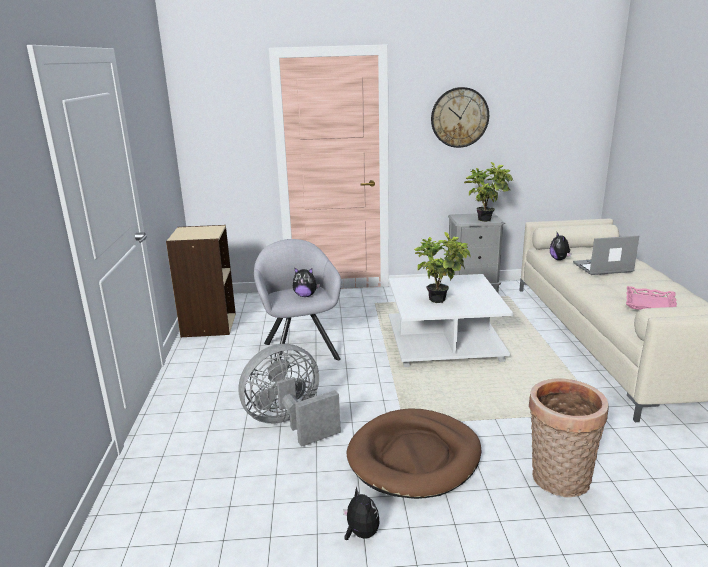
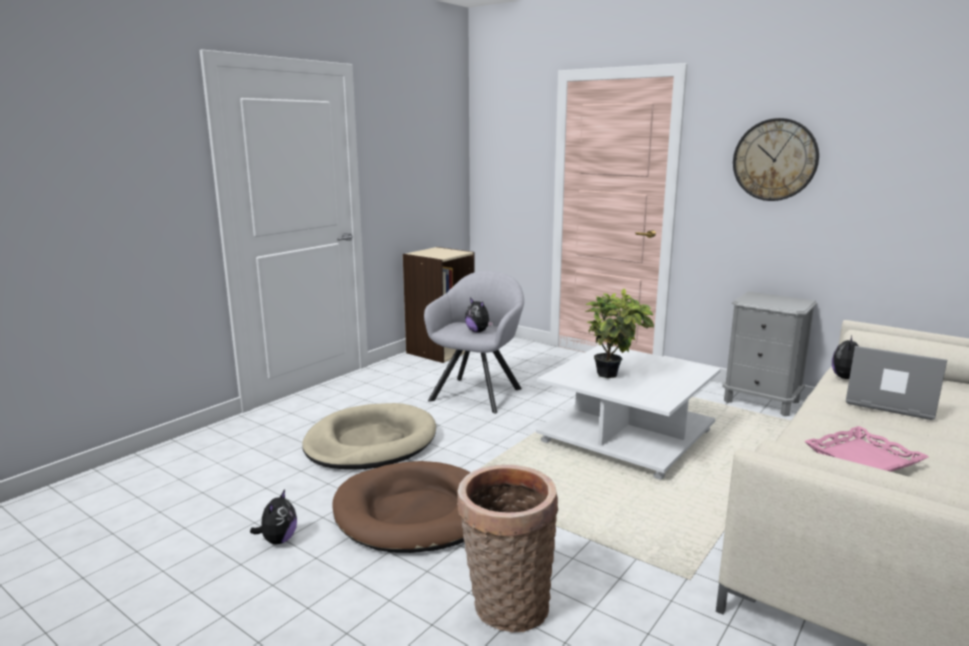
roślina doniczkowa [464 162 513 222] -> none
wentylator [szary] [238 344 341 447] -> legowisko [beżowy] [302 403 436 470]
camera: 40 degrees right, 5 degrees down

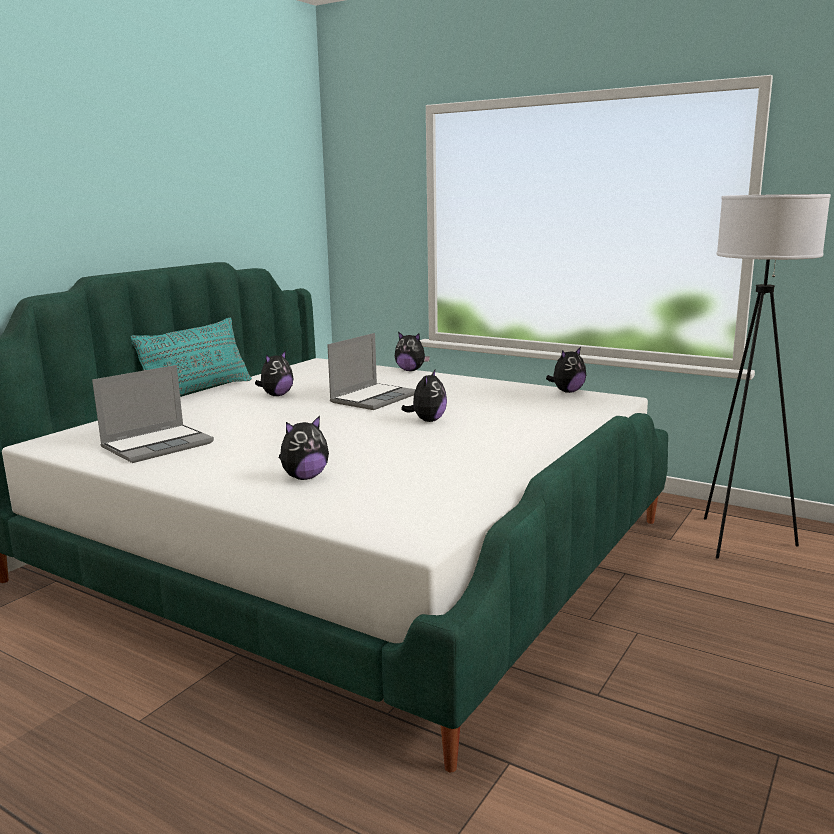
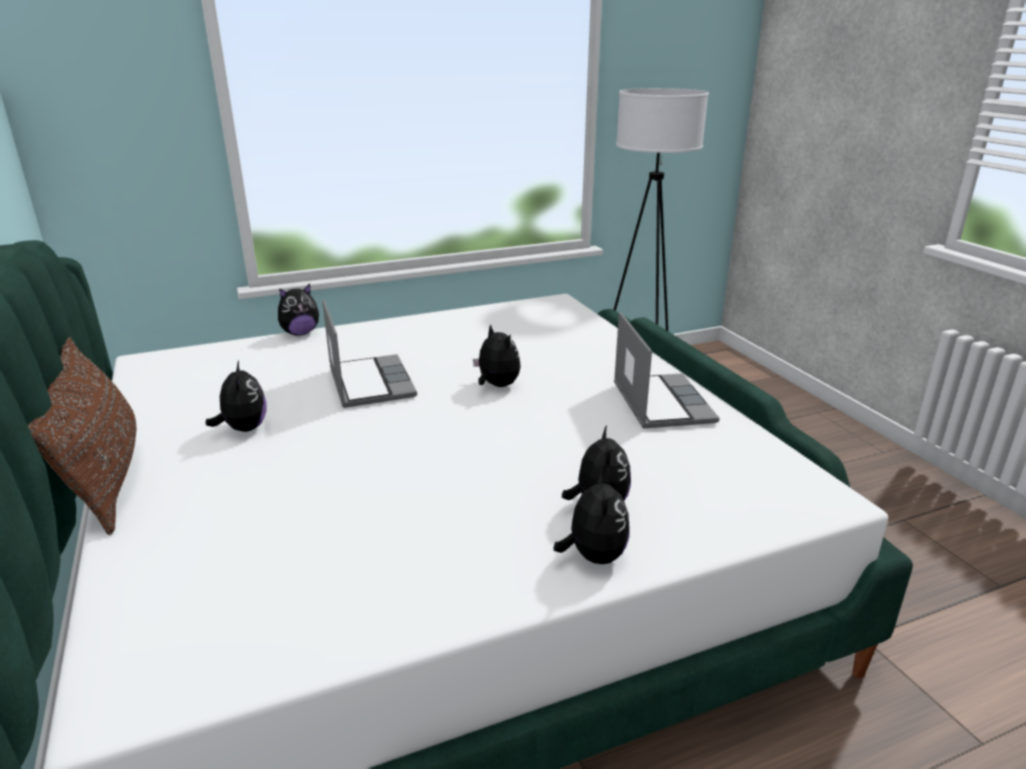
poduszka [turkusowy] [131 318 252 395] -> poduszka [brązowy] [28 337 136 535]
pluszak [546 347 586 393] -> pluszak [553 469 630 564], move
laptop [92 365 214 463] -> laptop [614 312 720 429], move
camera: 55 degrees left, 10 degrees up

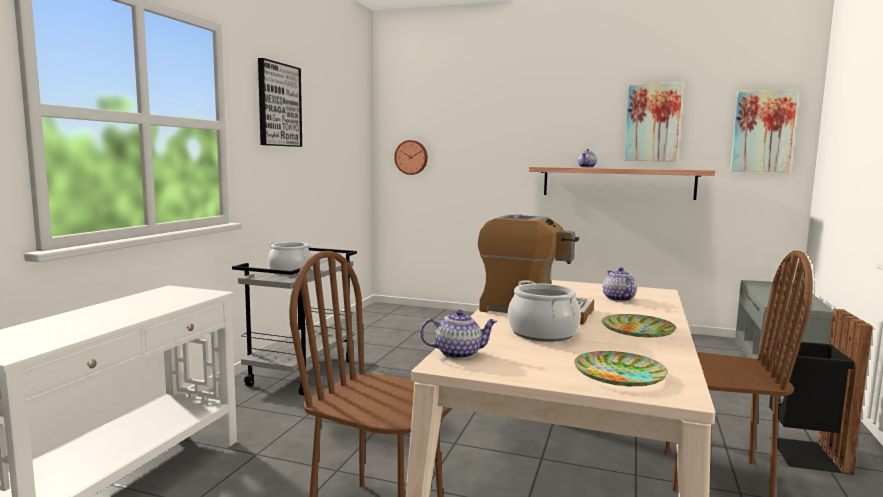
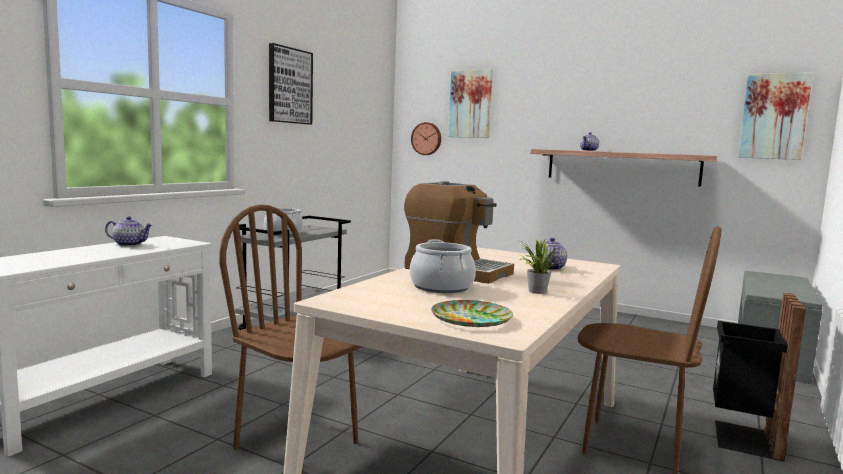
obraz [624 83 683 161] -> obraz [448 69 493 138], move
imbryk [420 309 498 359] -> imbryk [105 216 152 246], move
talerz [602 314 676 338] -> roślina doniczkowa [519 239 558 294]
camera: 10 degrees right, 0 degrees up

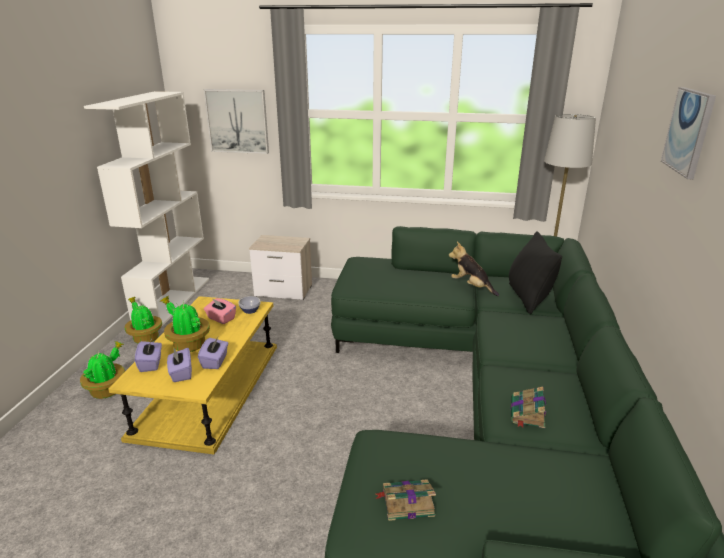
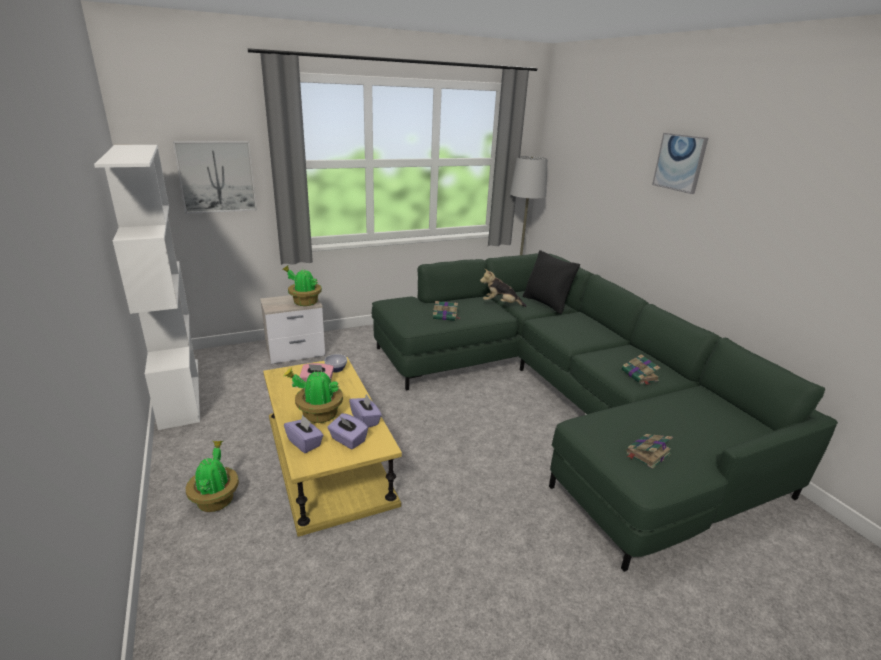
roślina doniczkowa [125 297 162 344] -> roślina doniczkowa [282 266 322 306], move
none -> książka [433 301 460 321]
camera: 35 degrees left, 0 degrees up

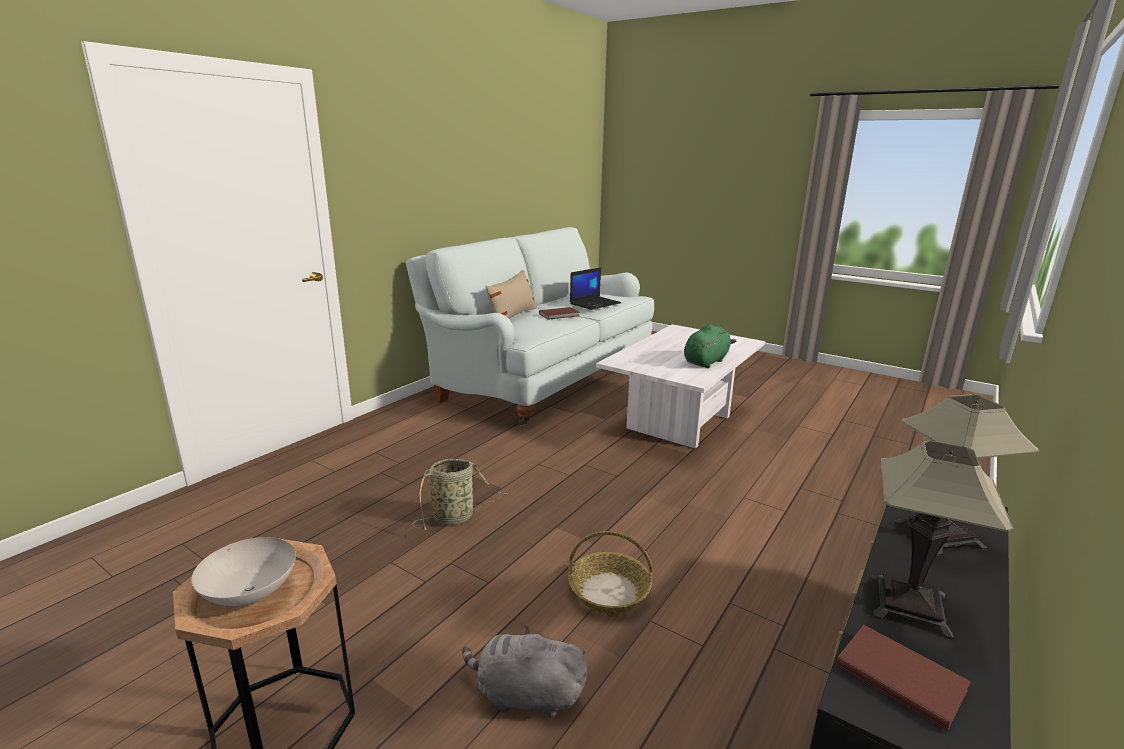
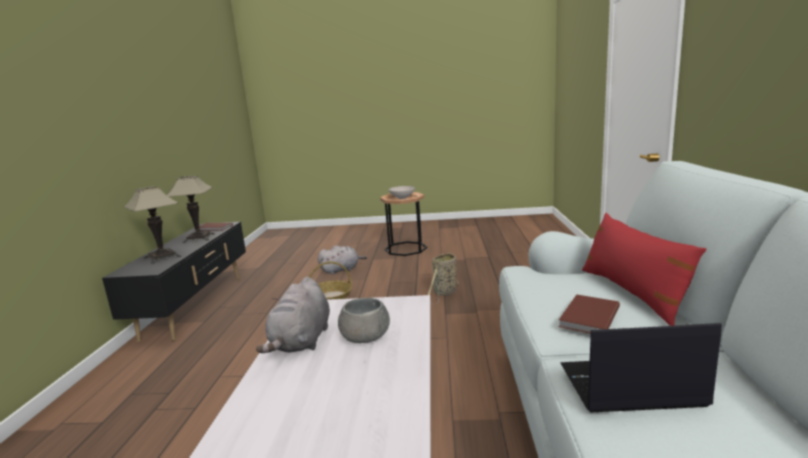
laptop [570 268 622 310] -> laptop [561 323 722 412], 75 degrees clockwise
poduszka [beżowy] [485 270 537 319] -> poduszka [czerwony] [582 213 706 326]
pluszak [zielony] [684 324 736 368] -> pluszak [szary] [256 277 330 353]
none -> miska [szary] [338 298 390 343]
camera: 150 degrees right, 5 degrees down

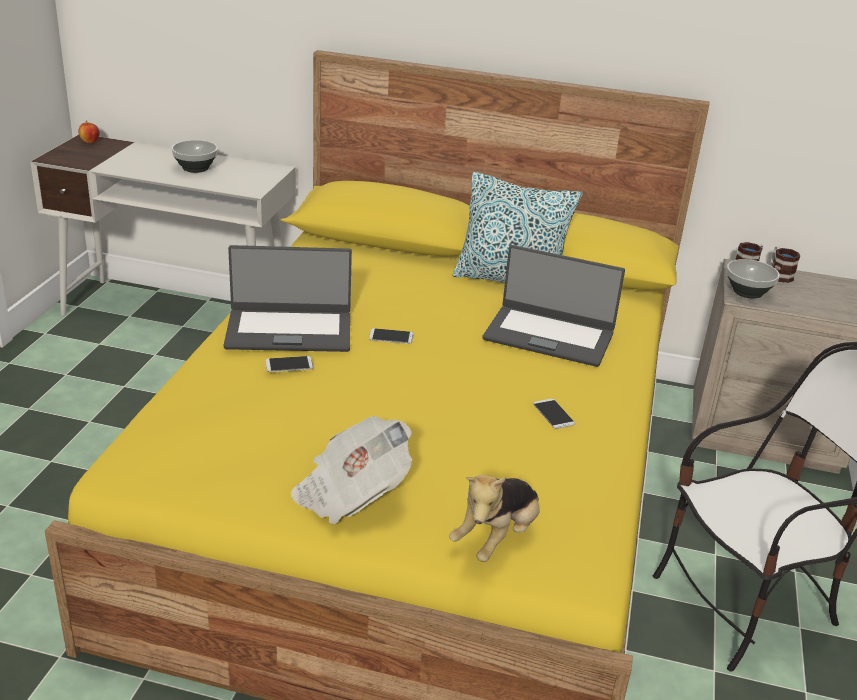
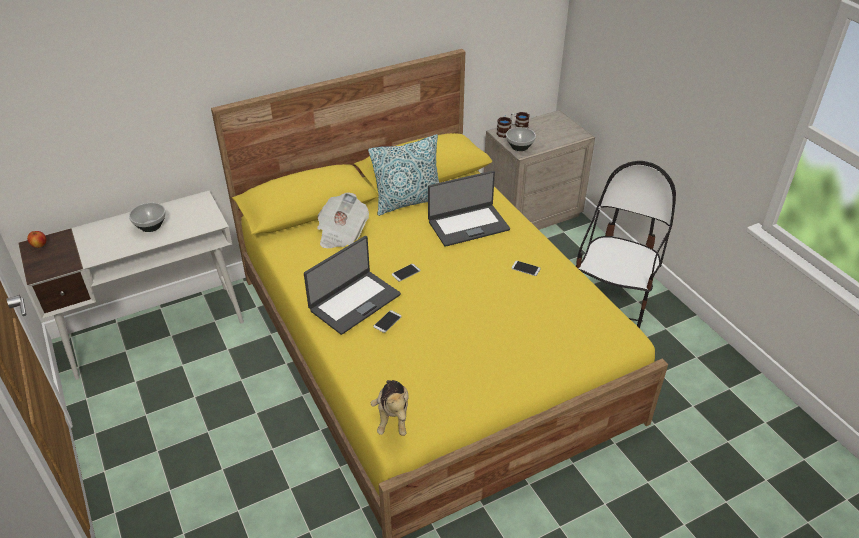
gazeta [291 416 412 524] -> gazeta [317 192 369 248], move
pluszak [449 475 540 562] -> pluszak [371 380 409 436], move
camera: 40 degrees left, 10 degrees up

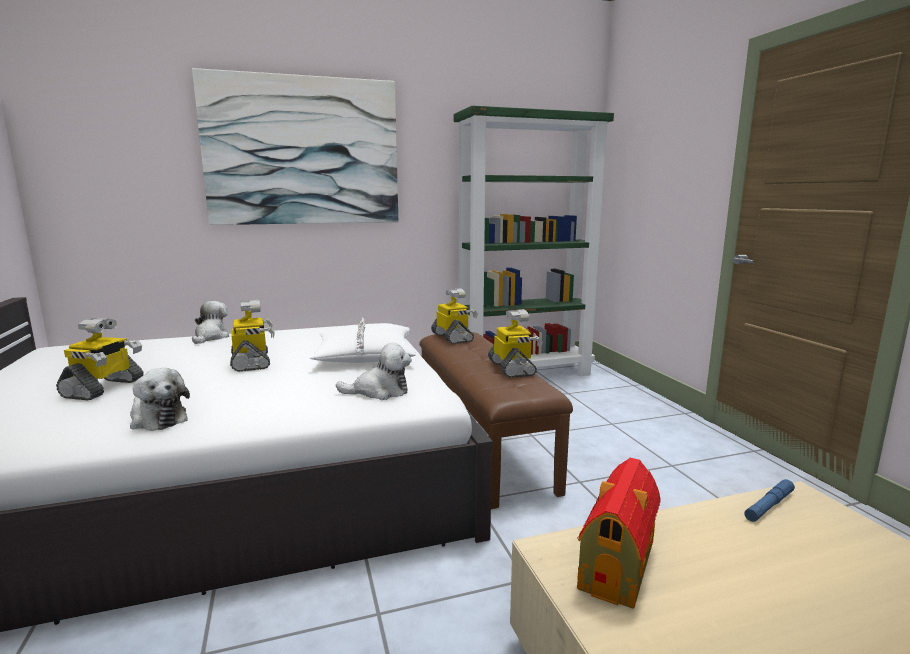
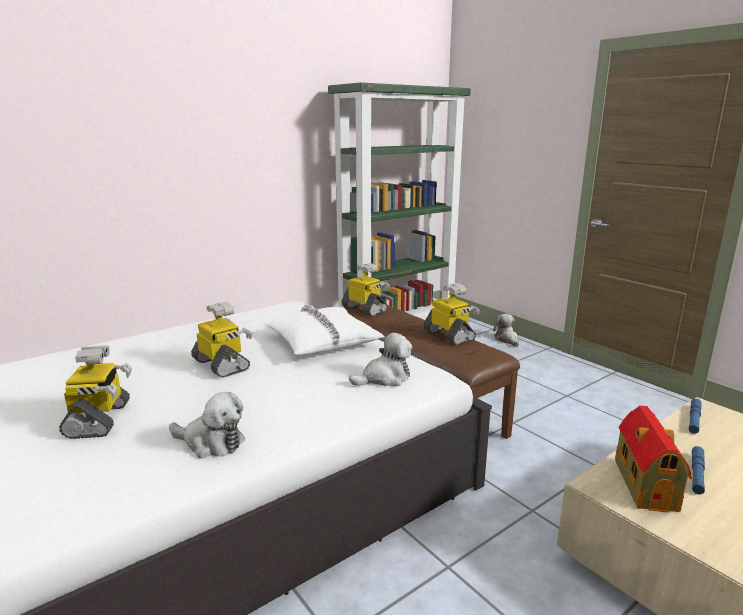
obraz [192 68 398 225] -> none
pluszak [192 301 229 344] -> pluszak [493 314 519 347], move
none -> latarka [niebieski] [692 446 705 494]
camera: 20 degrees left, 5 degrees up

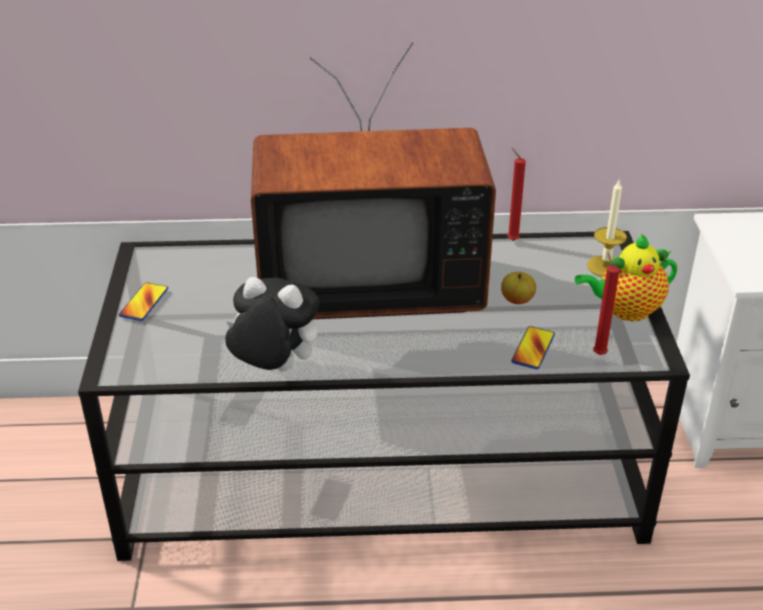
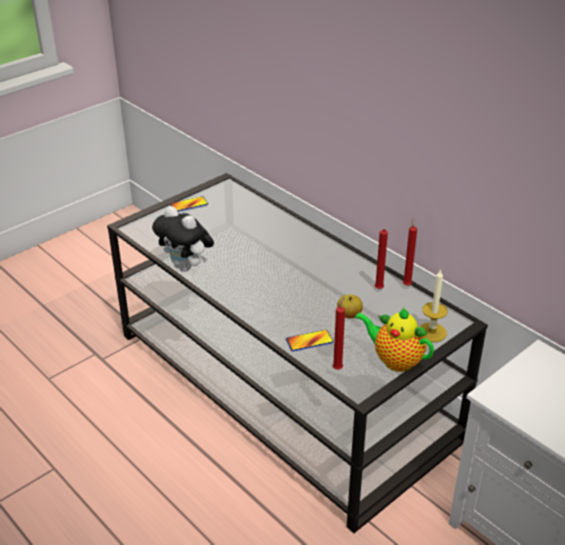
telewizor [251 43 496 319] -> none
pluszak [225 277 320 371] -> pluszak [152 206 214 272], 150 degrees clockwise
none -> świeca [czerwony] [375 229 388 289]
camera: 50 degrees right, 0 degrees up

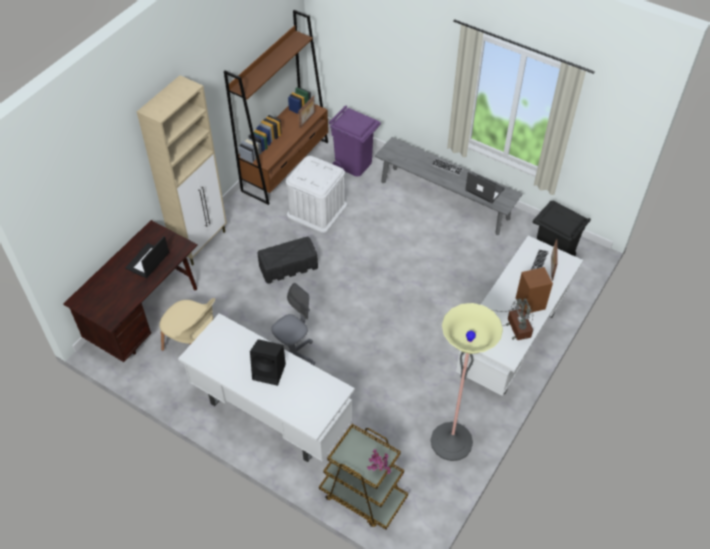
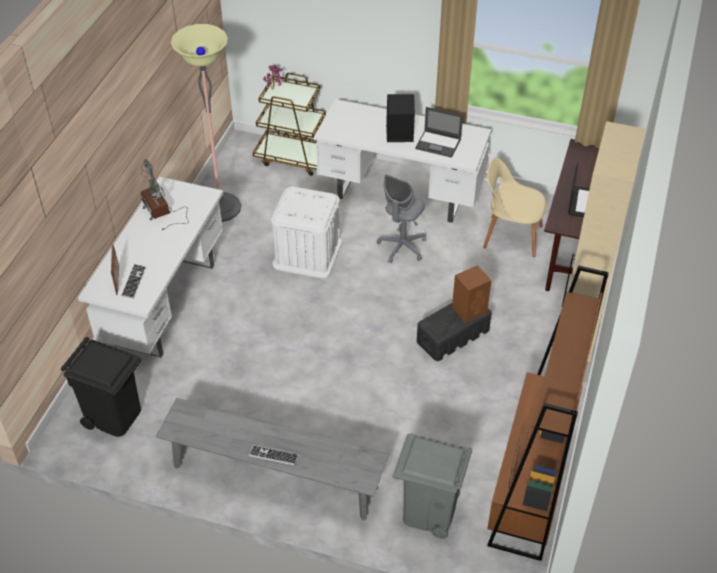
kosz na śmieci [fioletowy] [329 106 381 177] -> kosz na śmieci [szary] [393 433 472 539]
pojemnik do przechowywania [biały] [286 156 347 233] -> pojemnik do przechowywania [biały] [271 186 342 278], move
laptop [465 172 505 204] -> laptop [415 107 463 158], move
głośnik [brązowy] [516 267 553 313] -> głośnik [brązowy] [452 265 492 323], move
camera: 165 degrees right, 5 degrees down

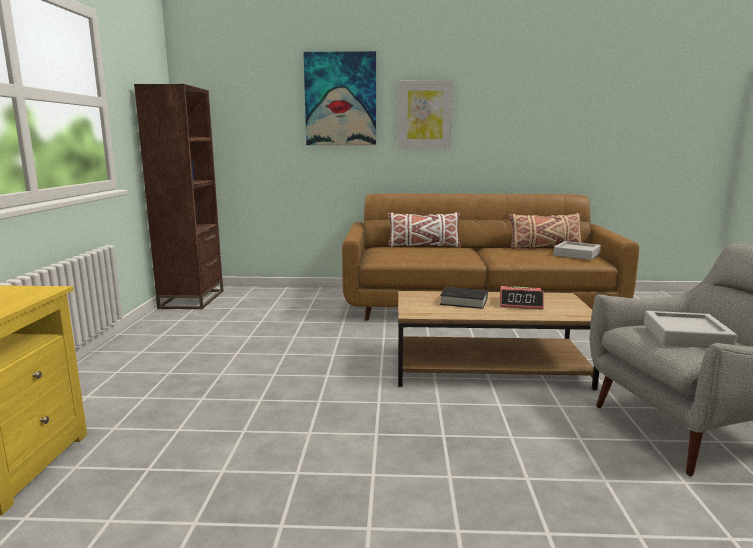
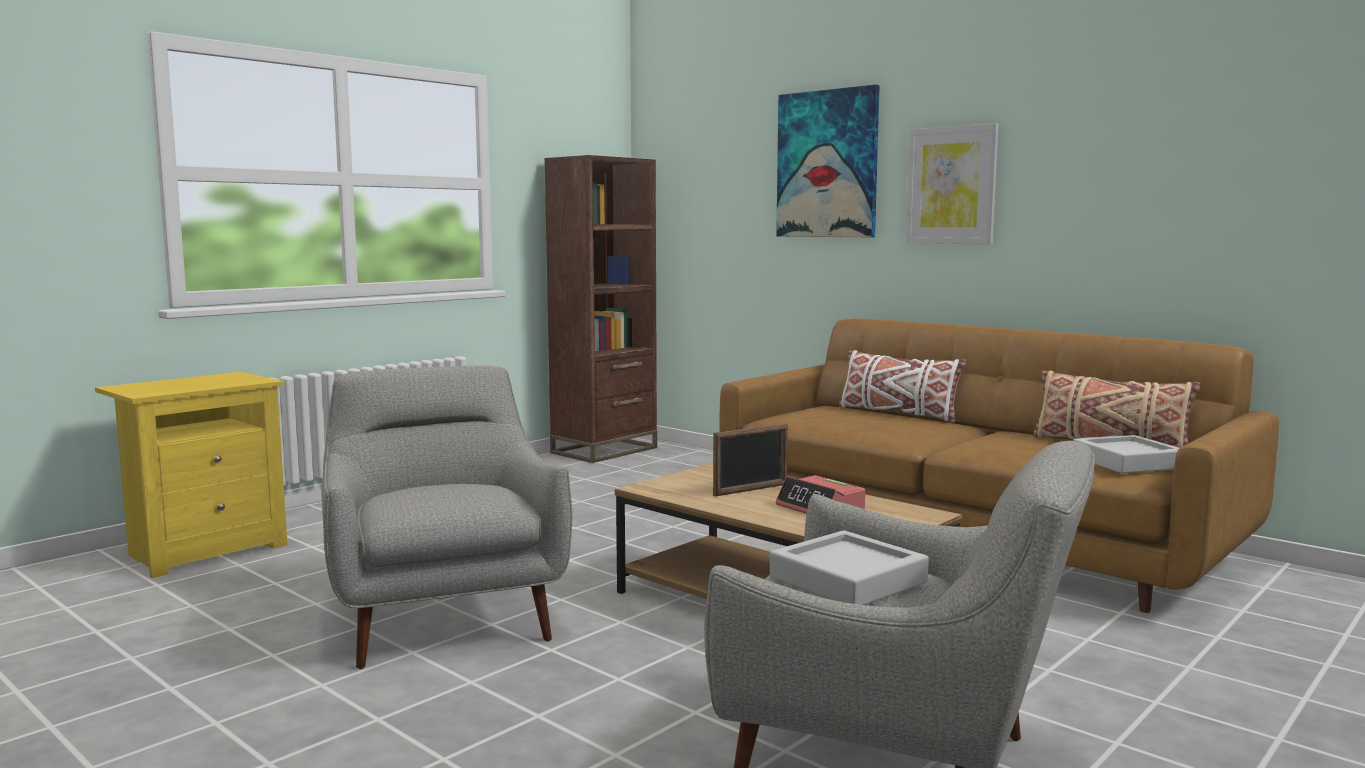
książka [czarny] [440 287 488 309] -> ramka na zdjęcie [713 424 788 497]
none -> fotel [szary] [321 365 573 669]
camera: 40 degrees right, 5 degrees down

